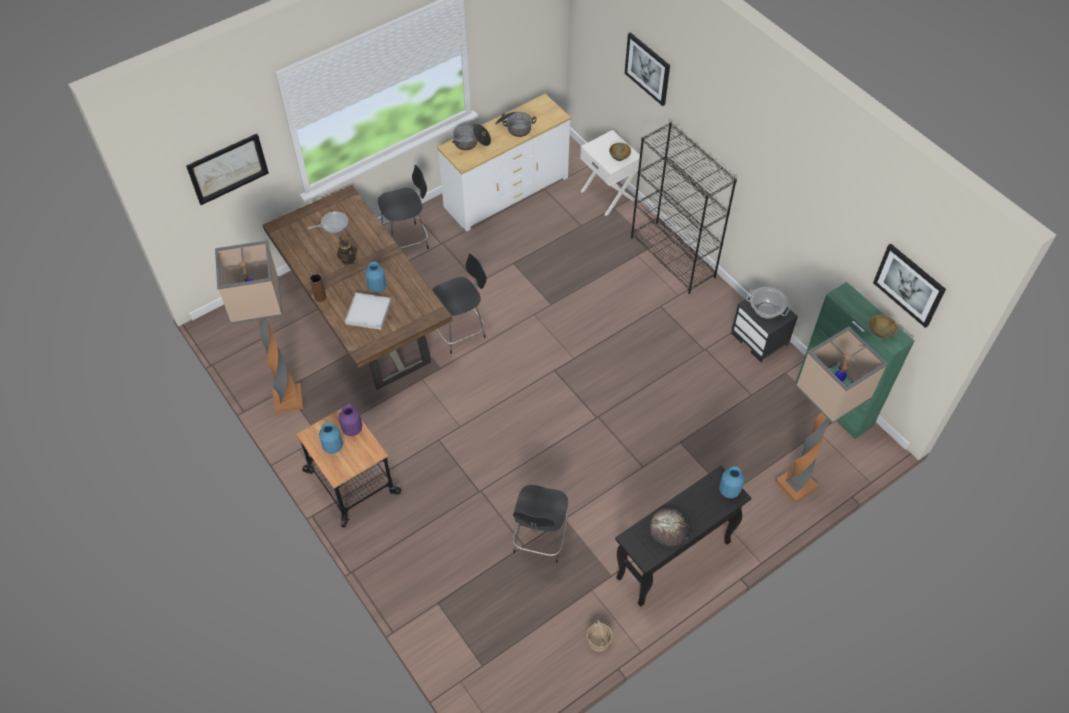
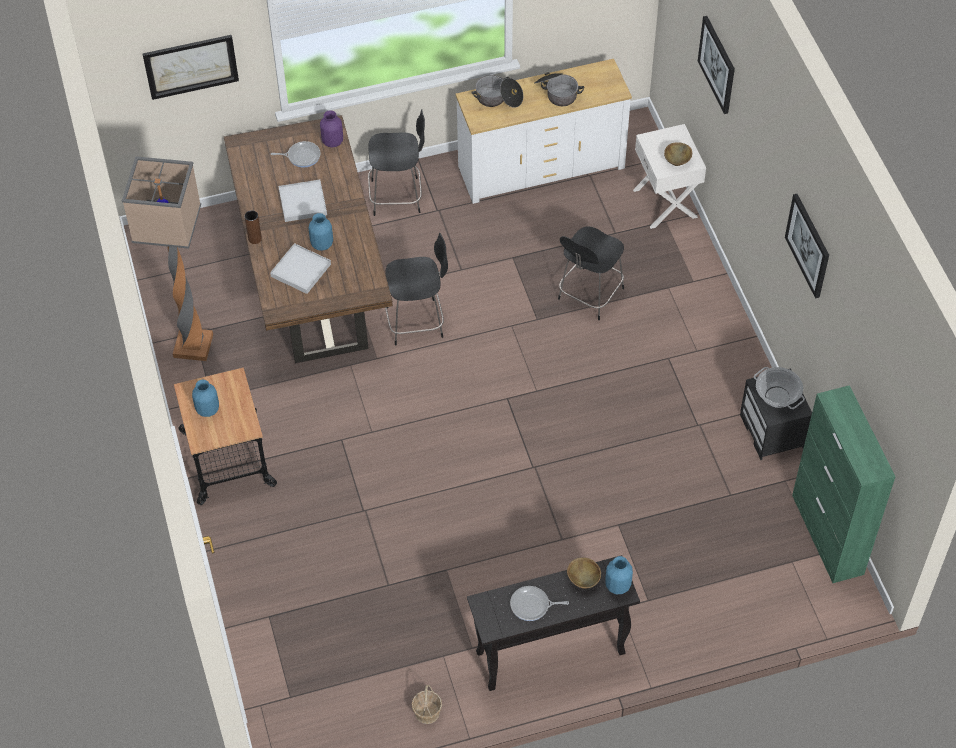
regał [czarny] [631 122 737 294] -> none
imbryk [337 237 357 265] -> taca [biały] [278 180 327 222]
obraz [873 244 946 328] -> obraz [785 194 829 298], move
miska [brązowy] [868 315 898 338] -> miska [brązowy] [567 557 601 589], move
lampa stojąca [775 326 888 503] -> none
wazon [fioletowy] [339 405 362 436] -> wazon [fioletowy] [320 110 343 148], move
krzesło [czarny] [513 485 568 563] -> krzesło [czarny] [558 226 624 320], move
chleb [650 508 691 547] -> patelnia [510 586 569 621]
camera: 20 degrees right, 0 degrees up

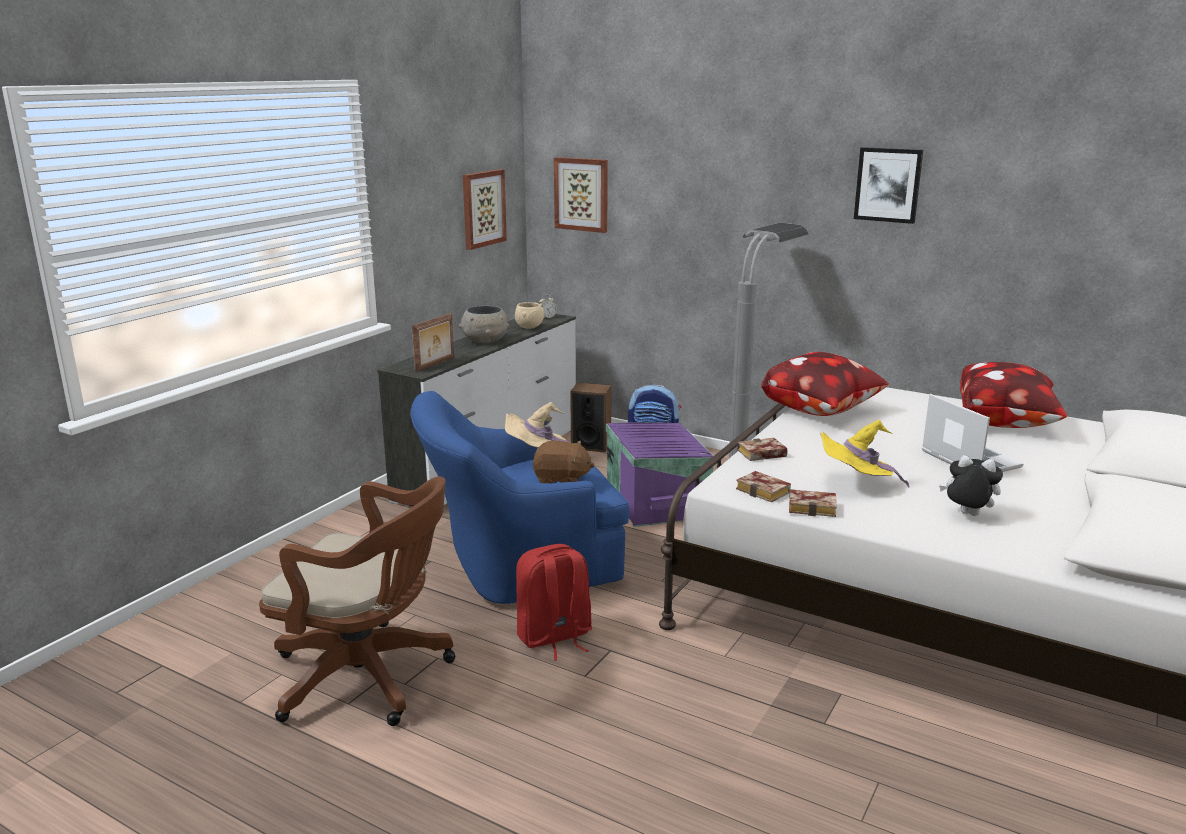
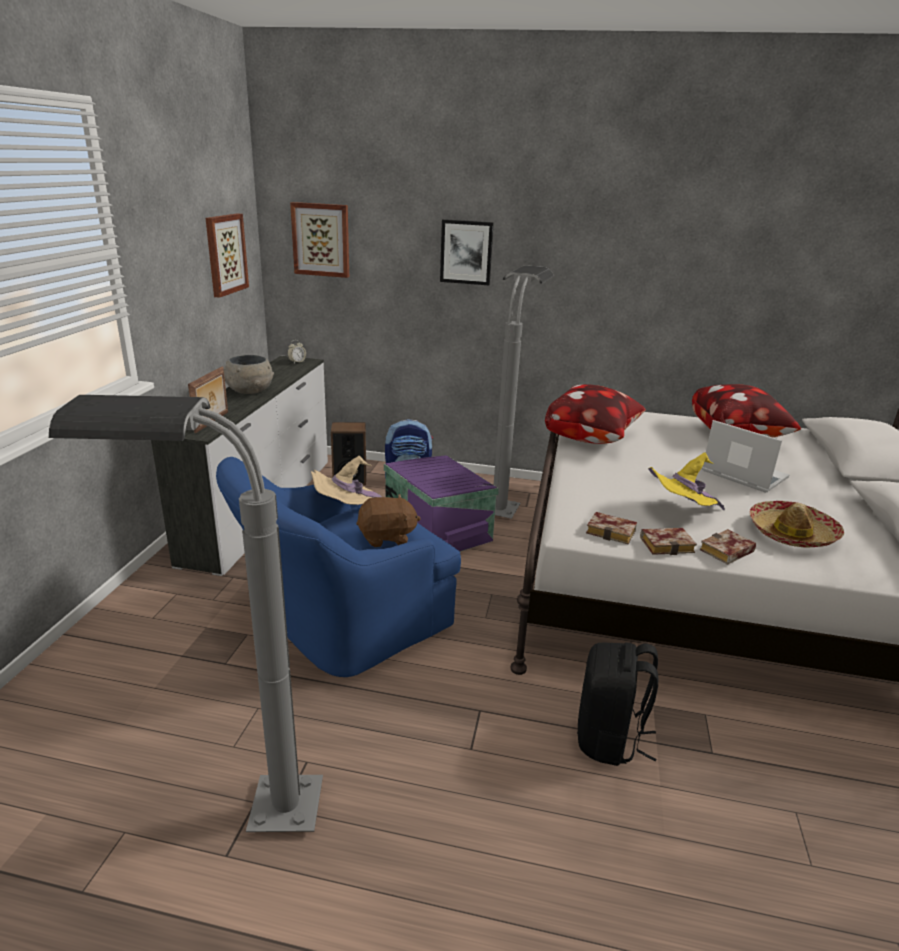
obraz [854 147 923 224] -> obraz [440 219 494 285], move
miska [beżowy] [515 302 544 329] -> none
książka [738 438 788 461] -> książka [700 529 756 565], move
pluszak [939 455 1003 516] -> kapelusz [750 501 844 547]
krzesło biurowe [brązowy] [259 477 455 726] -> lampa stojąca [szary] [49 395 323 832]
plecak [czerwony] [516 544 592 661] -> none
none -> plecak [czarny] [577 642 658 766]
camera: 20 degrees left, 5 degrees up

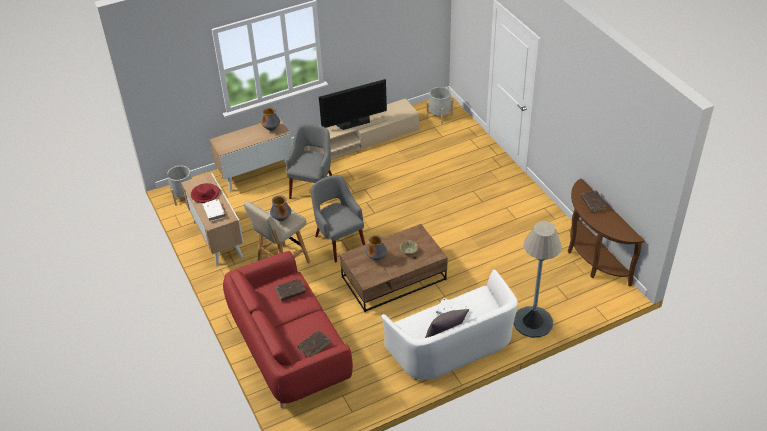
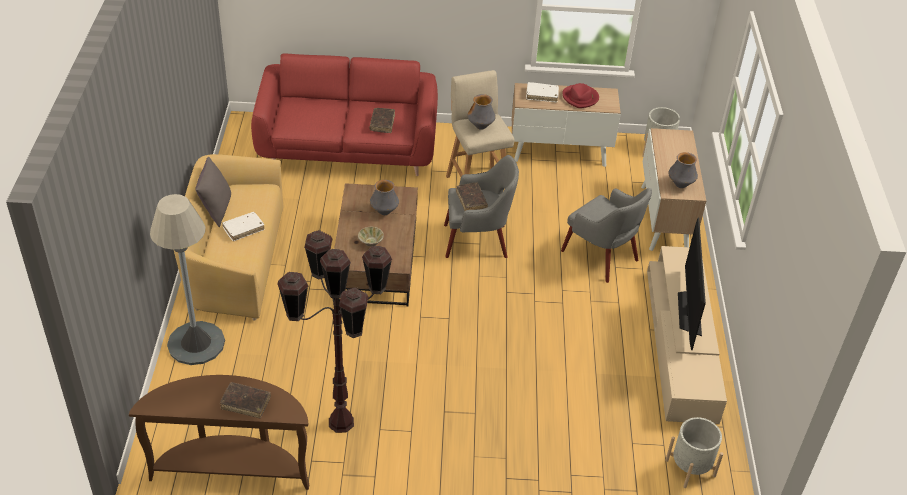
kanapa [biały] [381 270 518 380] -> kanapa [żółty] [173 154 284 320]
książka [brązowy] [297 330 330 357] -> książka [brązowy] [456 183 488 211], move
none -> lampa stojąca [brązowy] [277 230 392 433]
camera: 115 degrees right, 0 degrees up

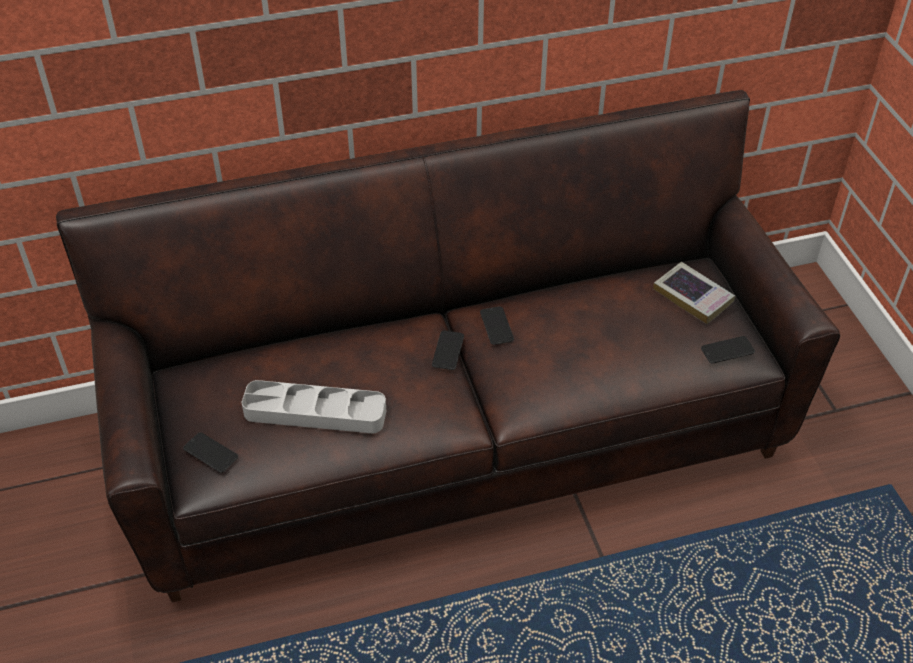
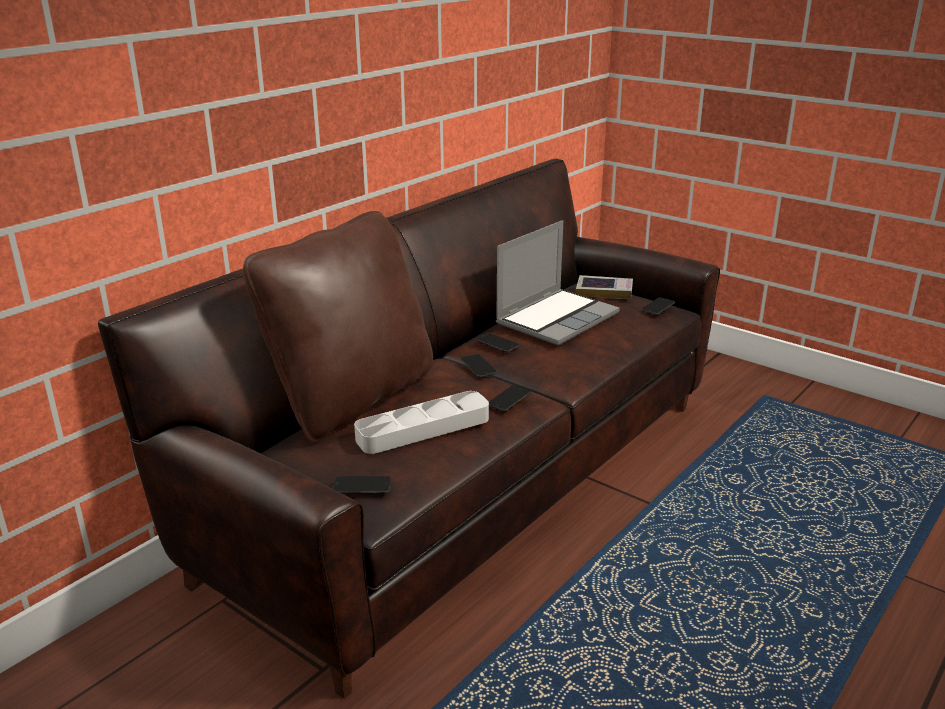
none -> poduszka [brązowy] [243 211 434 443]
none -> laptop [496 220 620 346]
none -> telefon [489 385 531 411]
camera: 35 degrees left, 20 degrees down

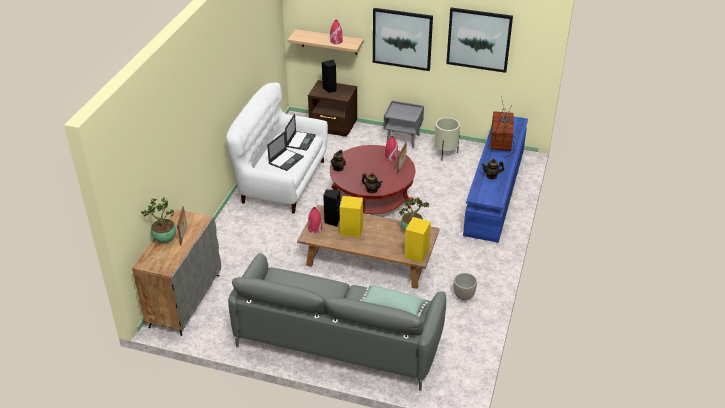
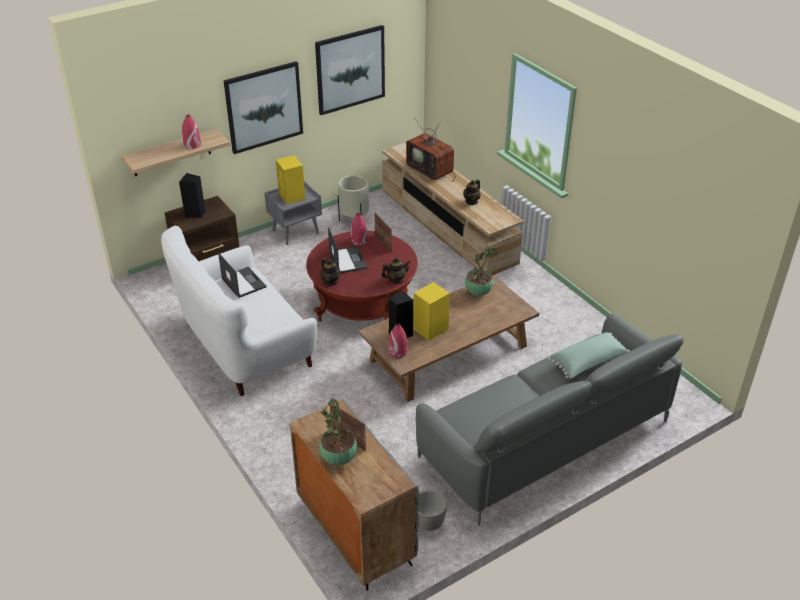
szafka pod telewizor [niebieski] [463 116 528 243] -> szafka pod telewizor [beżowy] [382 142 524 275]
laptop [267 131 304 171] -> laptop [328 227 368 273], move
głośnik [żółty] [404 217 431 263] -> głośnik [żółty] [276 155 305 204], move
donica [szary] [454 273 477 300] -> donica [szary] [418 490 447 531], move
camera: 50 degrees left, 0 degrees up

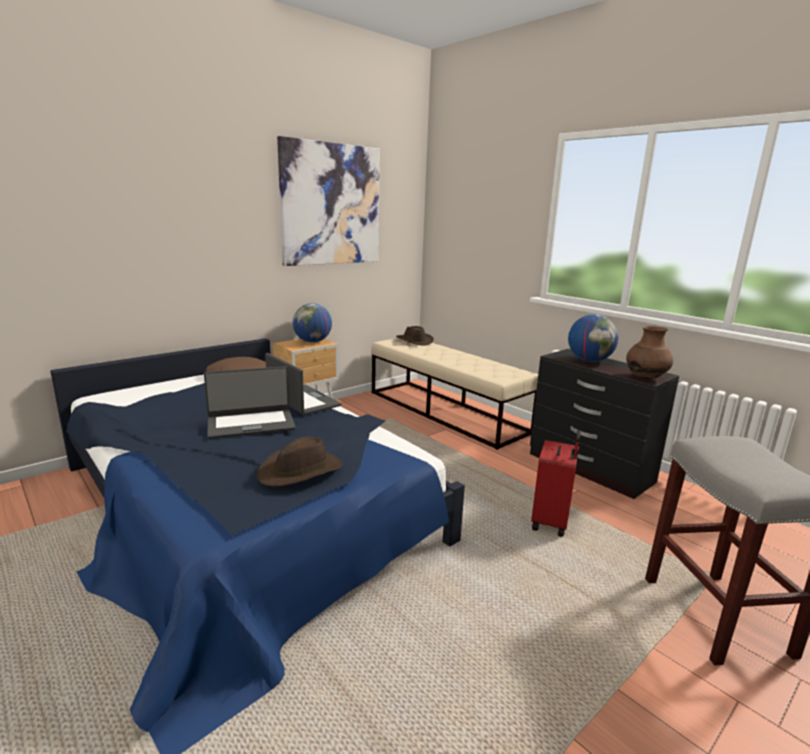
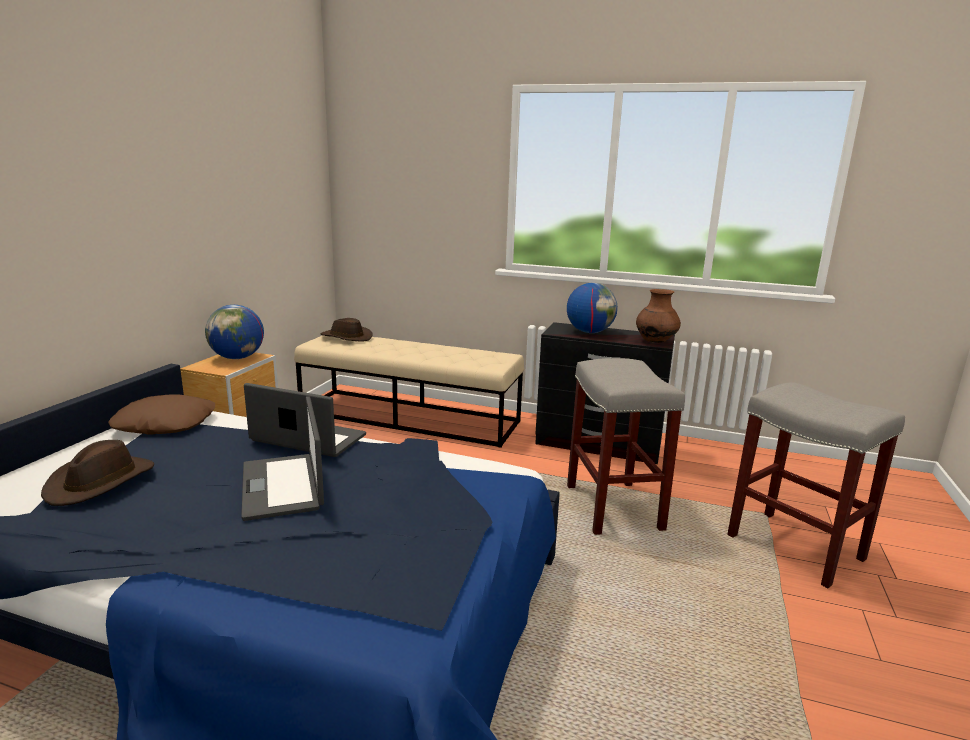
obraz [277 136 380 266] -> none
laptop [204 366 296 439] -> laptop [241 396 324 521], 120 degrees clockwise
walizka [czerwony] [531 430 581 537] -> stołek [szary] [567 358 685 535]
kapelusz [brązowy] [257 436 342 487] -> kapelusz [brązowy] [41 440 154 506], move
camera: 30 degrees left, 0 degrees up

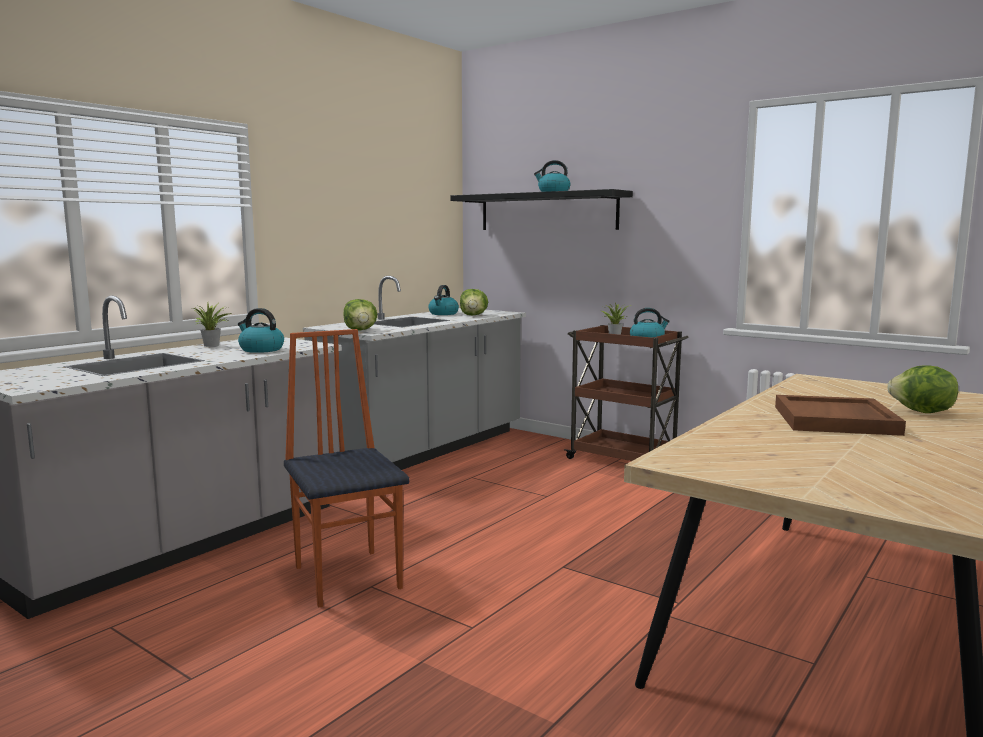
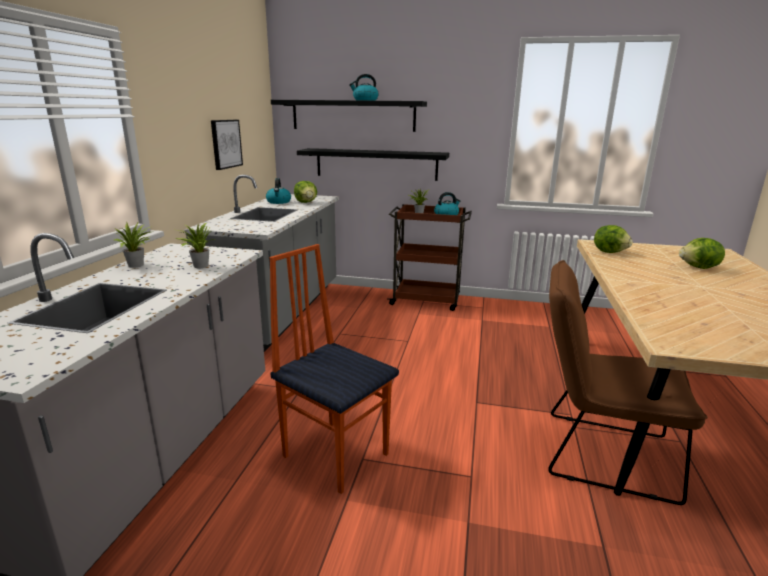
sałata [343 299 377 331] -> sałata [594 225 633 253], move
czajnik [238 308 284 353] -> roślina doniczkowa [175 223 215 268]
taca [brązowy] [775 395 906 436] -> none
none -> obraz [211 120 243 170]
none -> półka [czarny] [297 148 449 181]
none -> krzesło [brązowy] [548 260 708 505]
camera: 25 degrees left, 10 degrees up

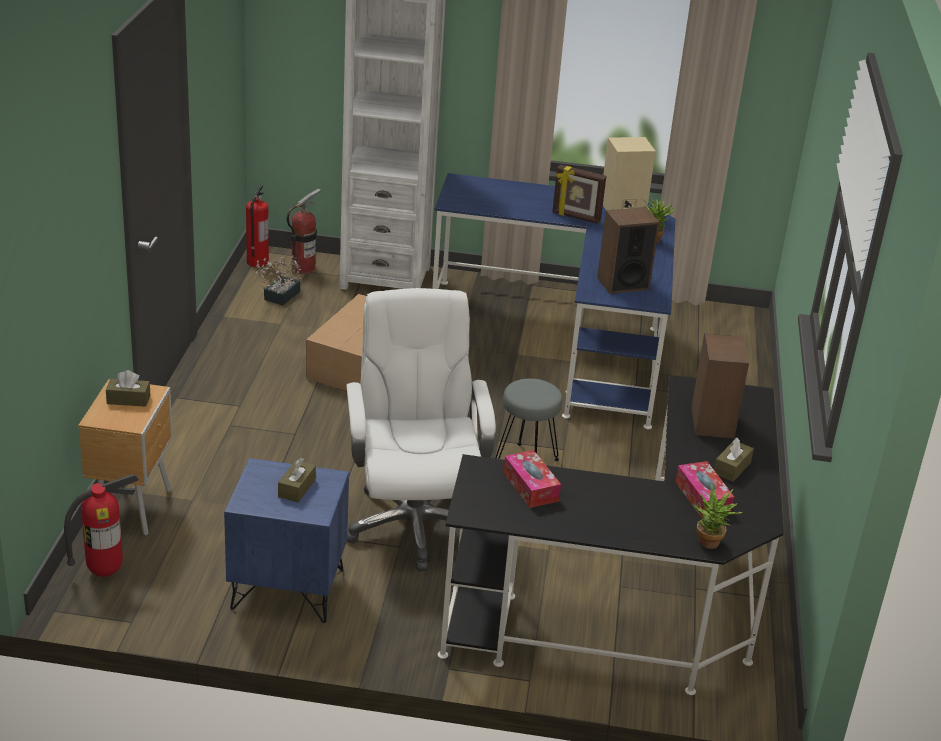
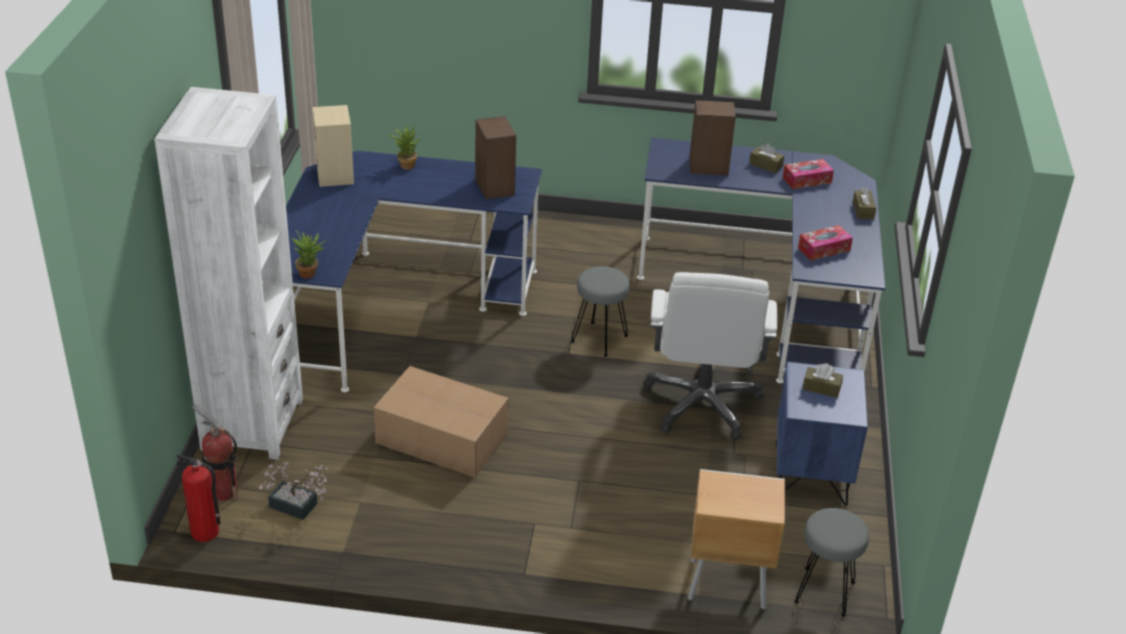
ramka na zdjęcie [552 164 606 224] -> none
krzesło biurowe [biały] [346 288 496 571] -> krzesło biurowe [biały] [643 272 777 440], 75 degrees counterclockwise
pudełko chusteczek [brązowy] [106 370 150 407] -> pudełko chusteczek [brązowy] [853 187 876 219], move
biurko [czarny] [438 375 784 695] -> biurko [niebieski] [637 137 885 383]
gaśnica [64 474 139 577] -> stołek [szary] [794 508 869 617]
roślina doniczkowa [693 484 743 549] -> roślina doniczkowa [291 230 328 279], move
camera: 90 degrees left, 5 degrees up

